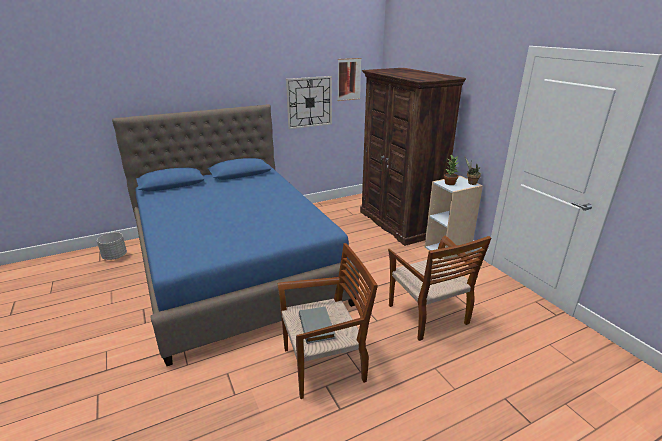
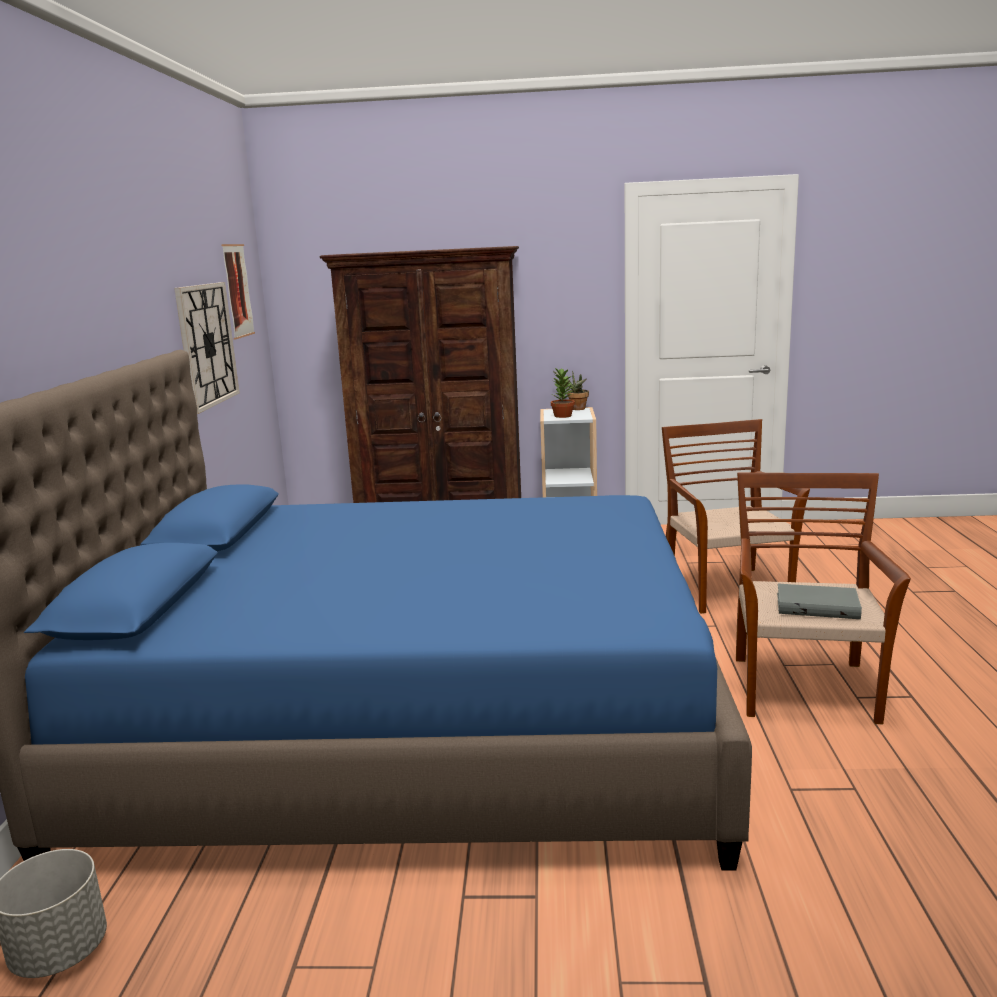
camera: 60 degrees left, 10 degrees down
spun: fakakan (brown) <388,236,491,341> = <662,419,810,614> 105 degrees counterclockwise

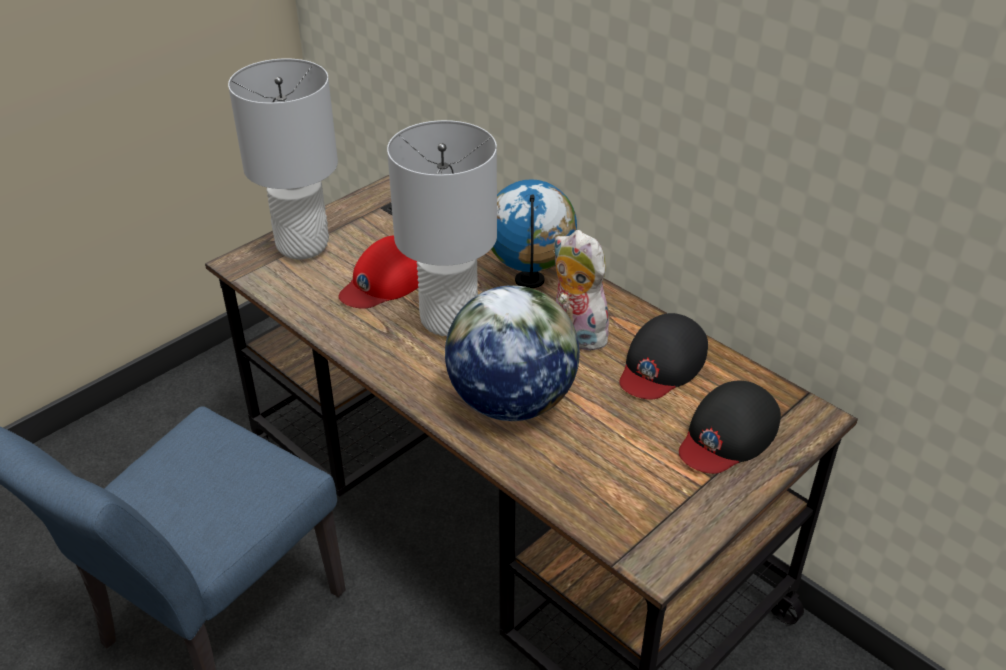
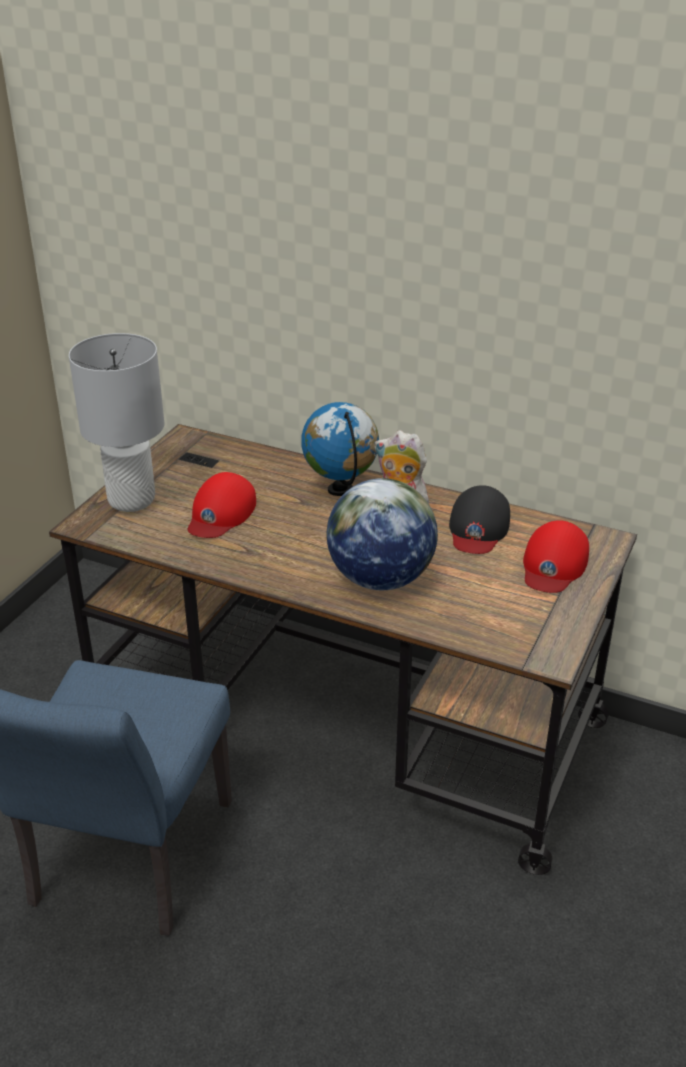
camera: 20 degrees left, 5 degrees down
missing: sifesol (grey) <387,120,497,336>
colour: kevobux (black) <679,380,781,474> to kevobux (red) <523,520,589,593>

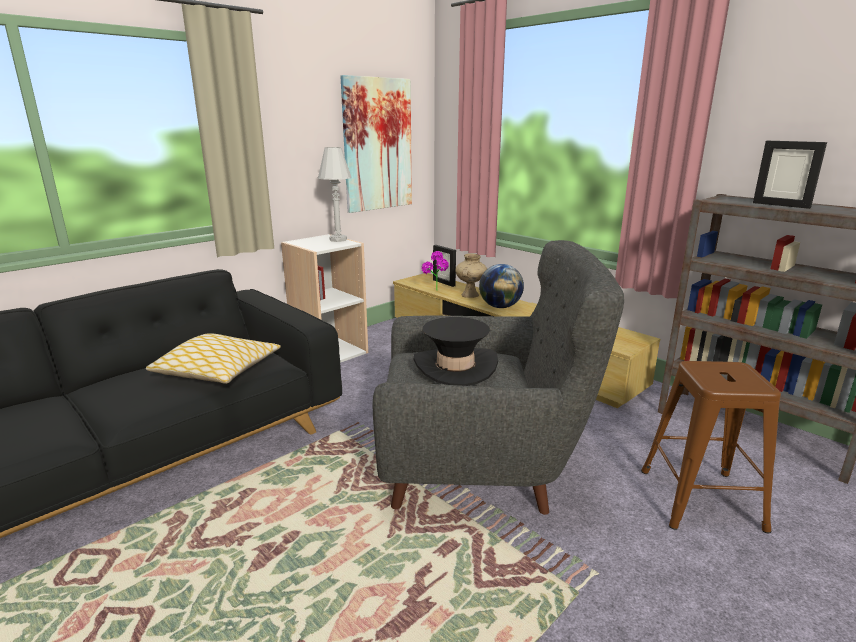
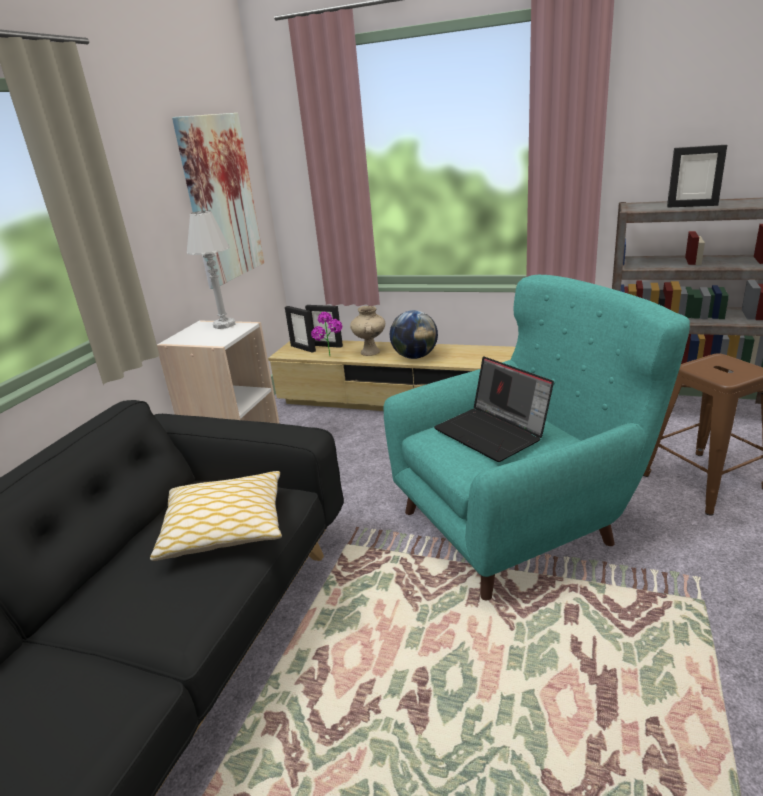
camera: 25 degrees left, 5 degrees up
appeared: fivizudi <285,306,316,353>
exchanged: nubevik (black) <414,317,498,386> to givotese <434,356,554,462>
colour: fakakan (grey) <372,240,624,515> to fakakan (turquoise) <384,275,690,601>

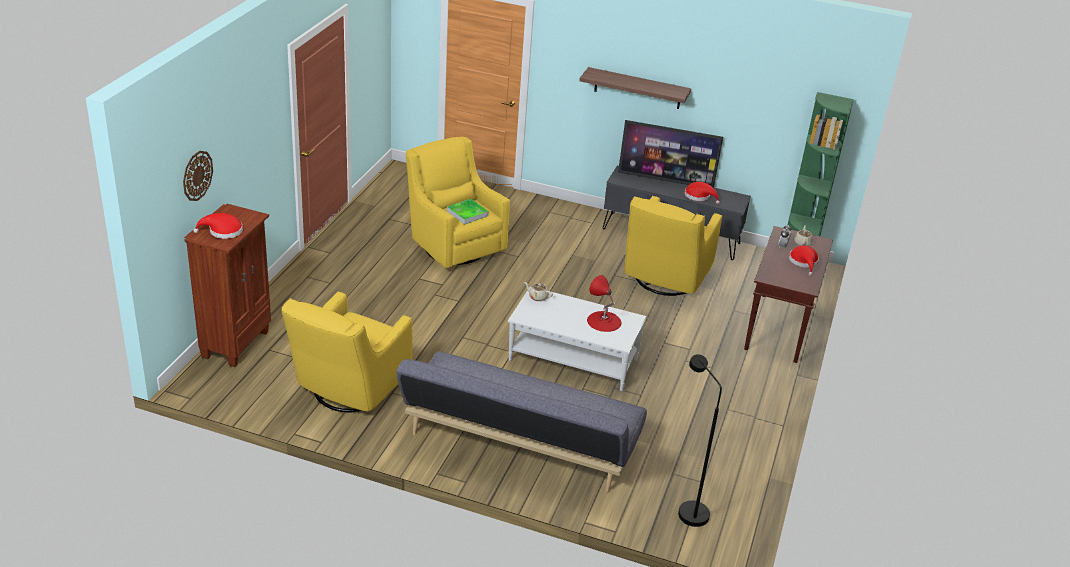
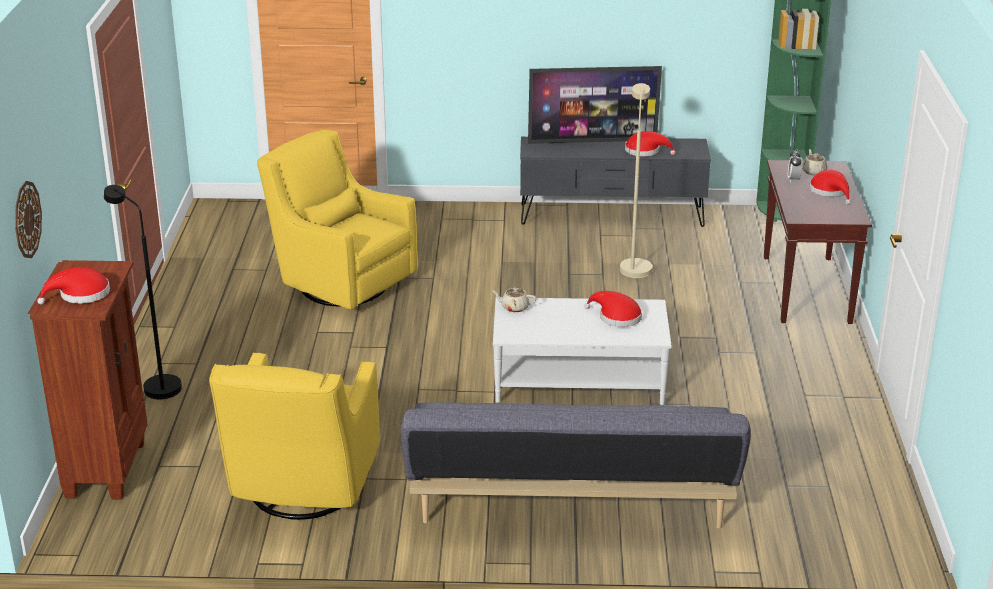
camera: 15 degrees left, 5 degrees down
missing: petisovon <447,199,488,225>; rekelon <579,67,691,109>
relocated: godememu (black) <678,354,722,527> to <104,185,182,400>
exchanged: sifesol (red) <587,275,622,332> to nubevik (red) <584,291,642,327>; fakakan (yellow) <625,196,722,296> to godememu (beige) <620,83,653,278>

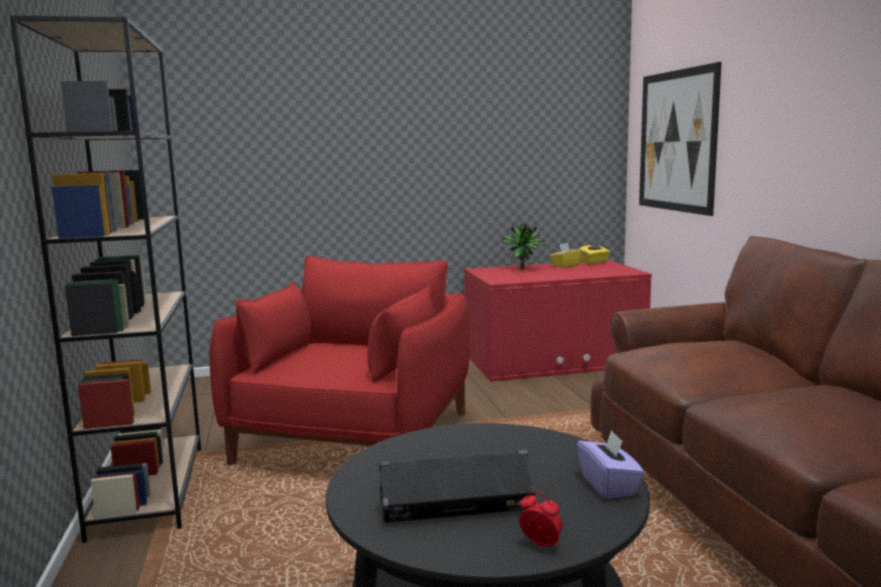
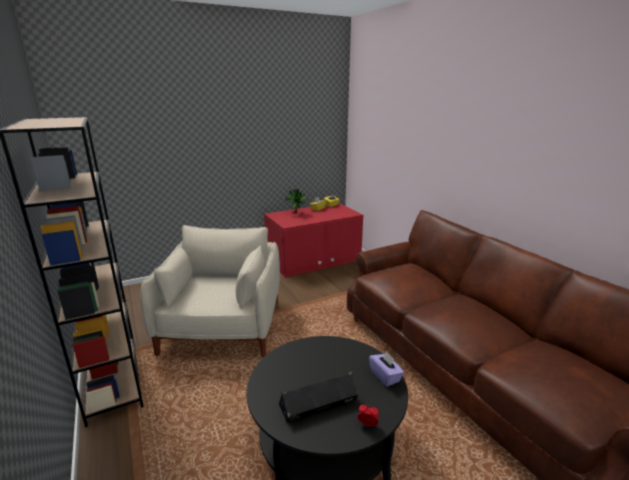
camera: 15 degrees left, 10 degrees up
missing: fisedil <639,62,722,216>
colour: fakakan (red) <209,255,470,466> to fakakan (beige) <140,225,280,358>

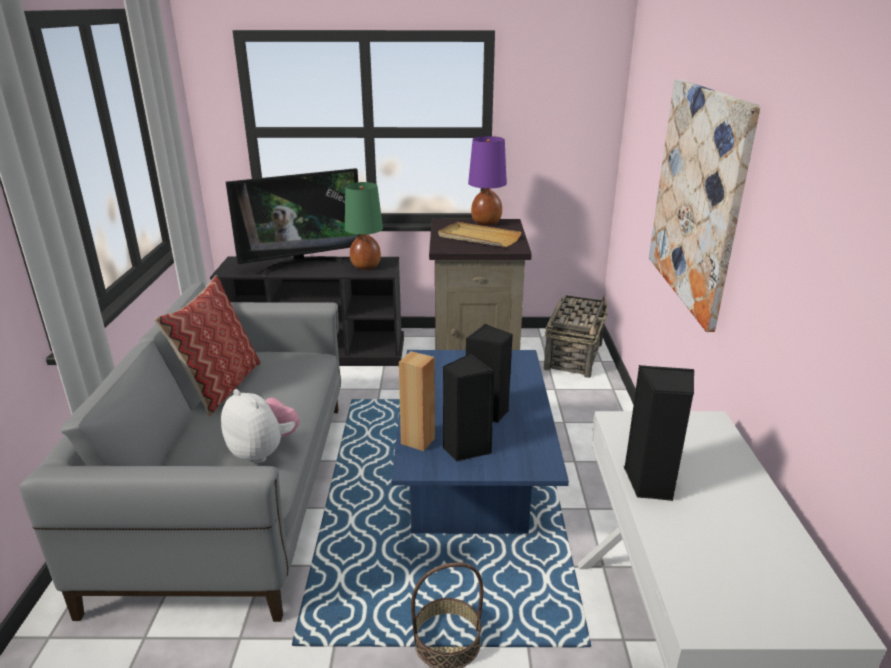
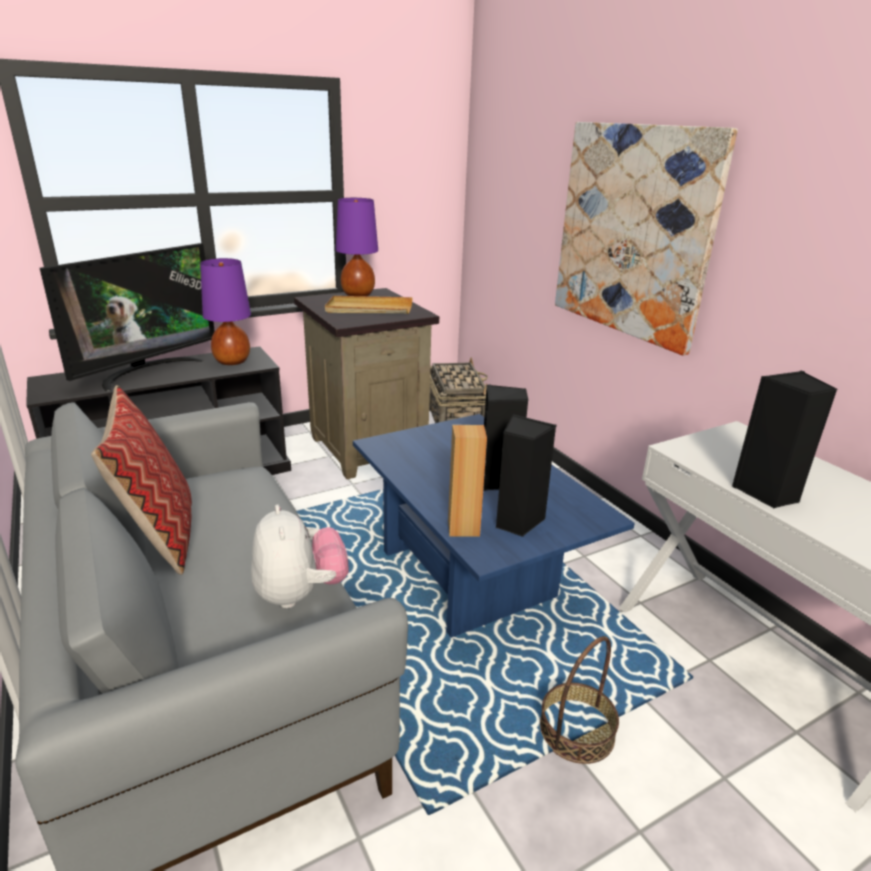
camera: 30 degrees left, 0 degrees up
colour: sifesol (green) <345,182,383,270> to sifesol (purple) <200,258,251,365>
spun: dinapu <221,389,300,463> = <251,504,349,608> 60 degrees clockwise

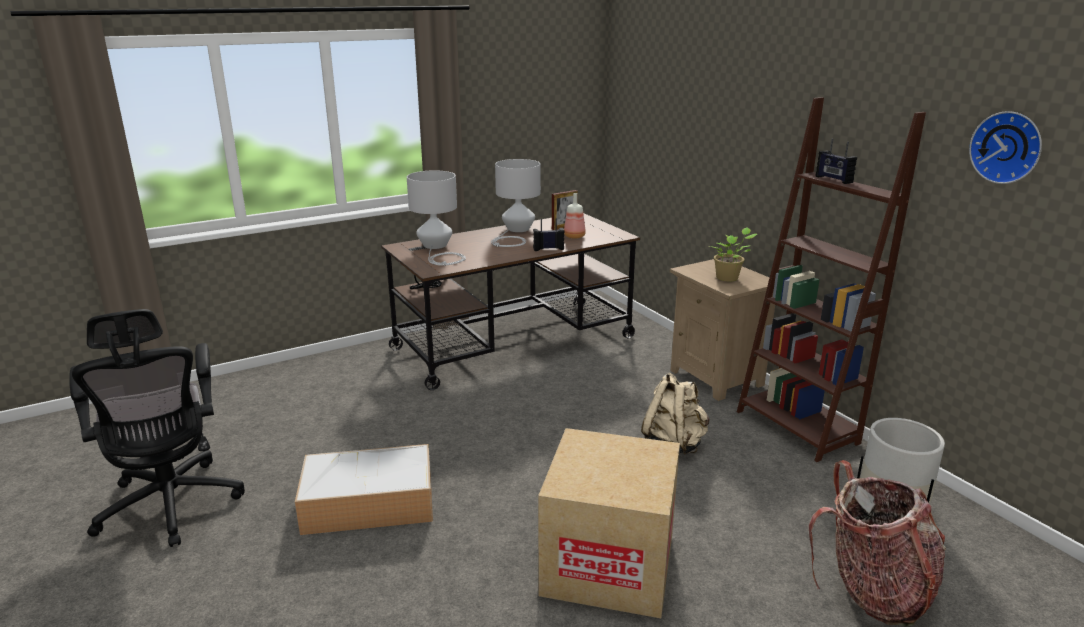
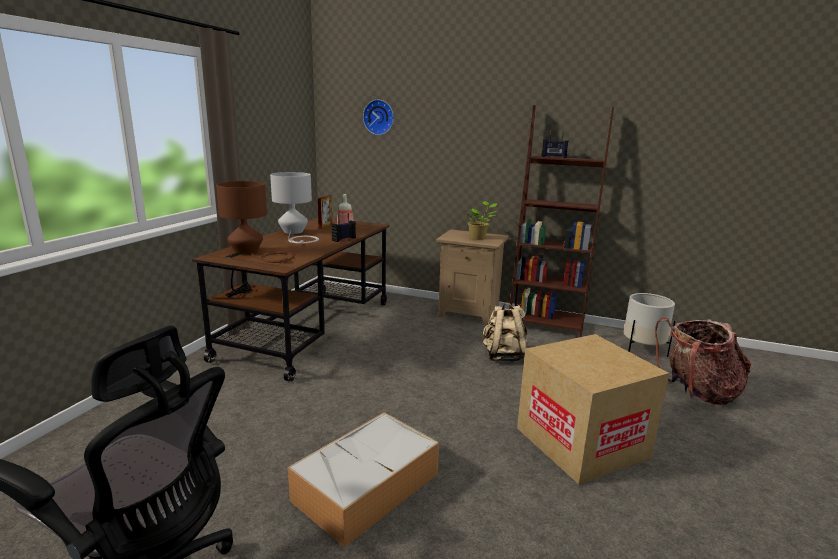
camera: 40 degrees left, 5 degrees down
relocated: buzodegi <969,111,1042,184> to <363,100,394,135>
colour: sifesol (white) <407,170,466,266> to sifesol (brown) <216,181,295,263>

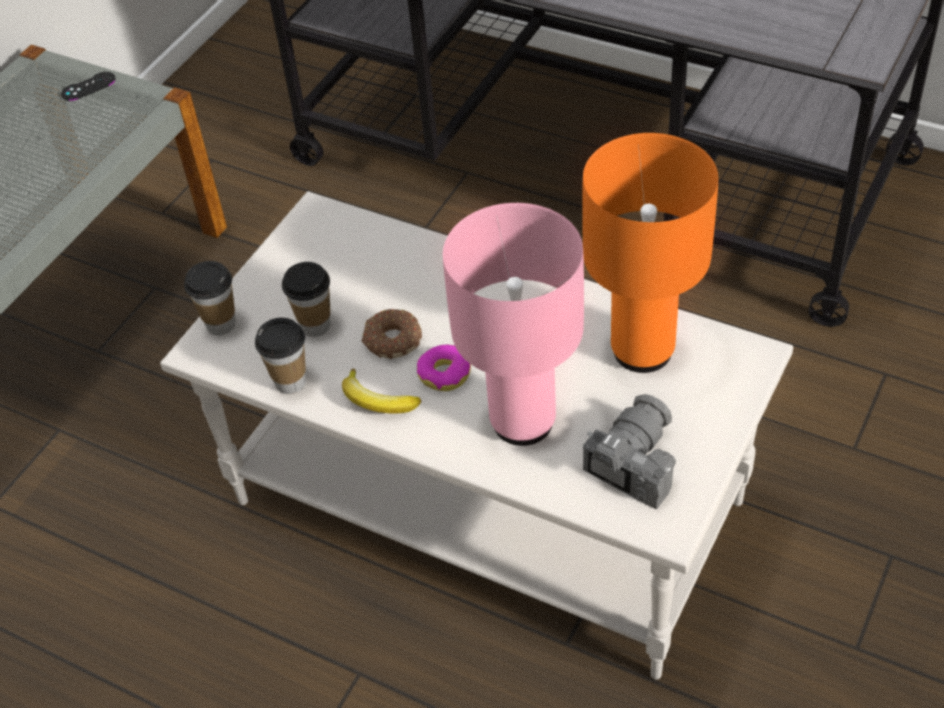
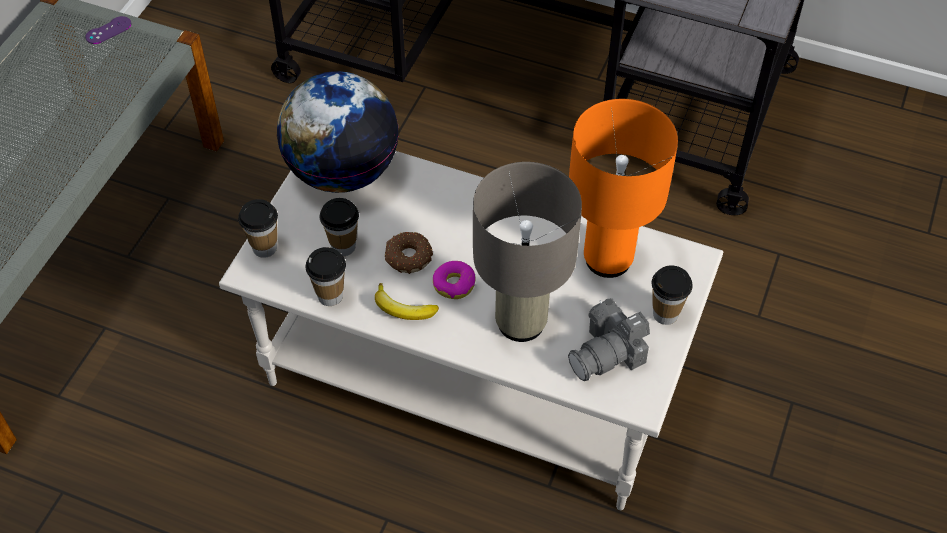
camera: 10 degrees left, 5 degrees up
appeared: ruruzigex <277,71,399,193>; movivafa <651,266,693,325>
colour: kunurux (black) <61,72,115,101> to kunurux (purple) <85,16,131,44>; sifesol (pink) <443,203,584,446> to sifesol (grey) <473,162,582,342>
spun: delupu <583,394,676,510> = <568,298,650,381> 150 degrees counterclockwise

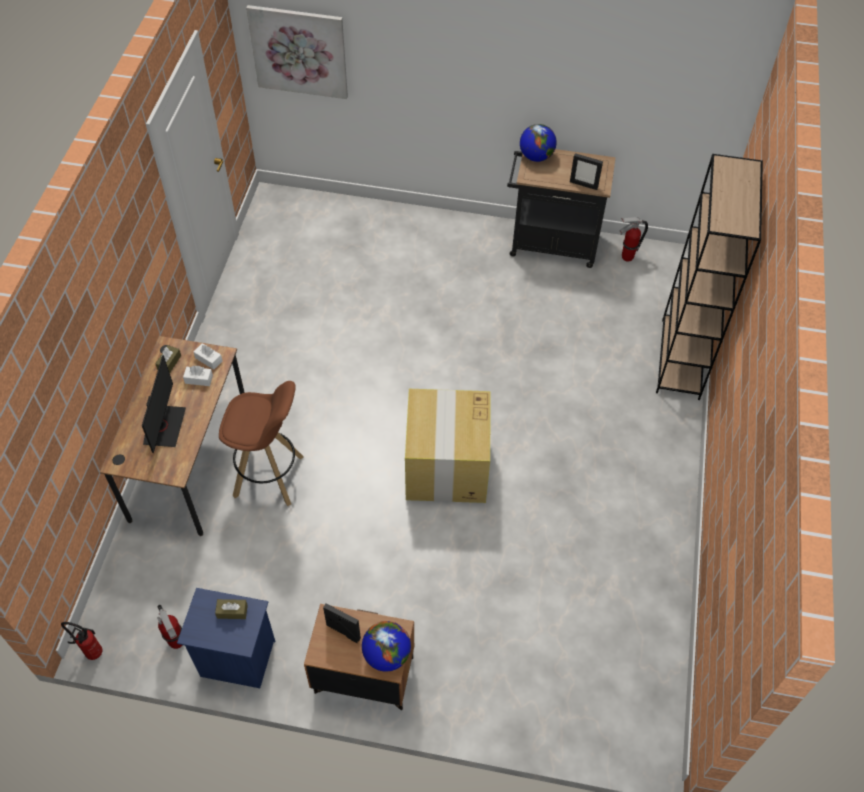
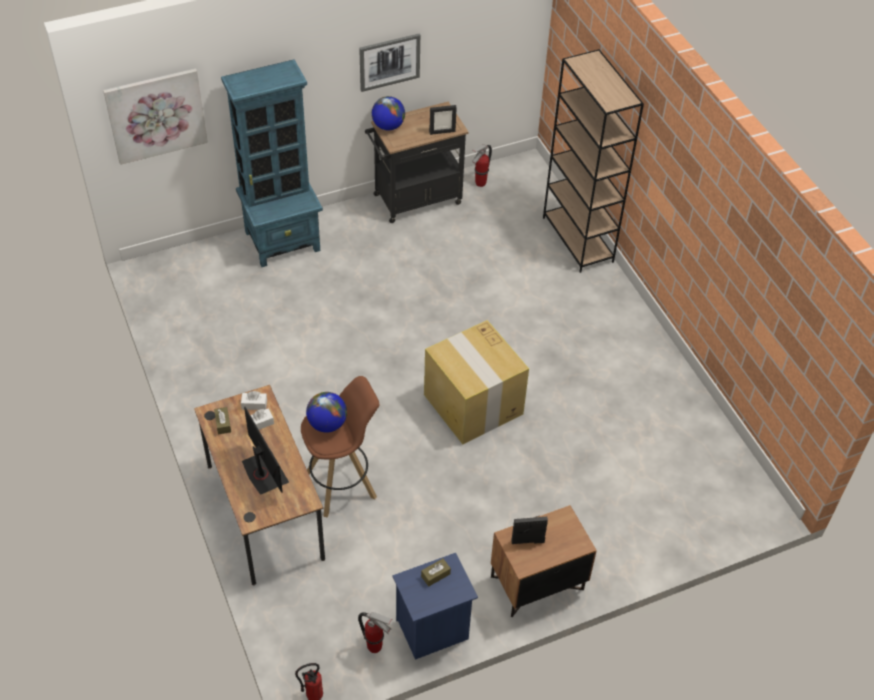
camera: 35 degrees left, 5 degrees down
appeared: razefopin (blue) <221,59,323,267>; fisedil <359,34,420,92>
relocated: ruruzigex <362,621,411,672> to <306,392,347,433>

